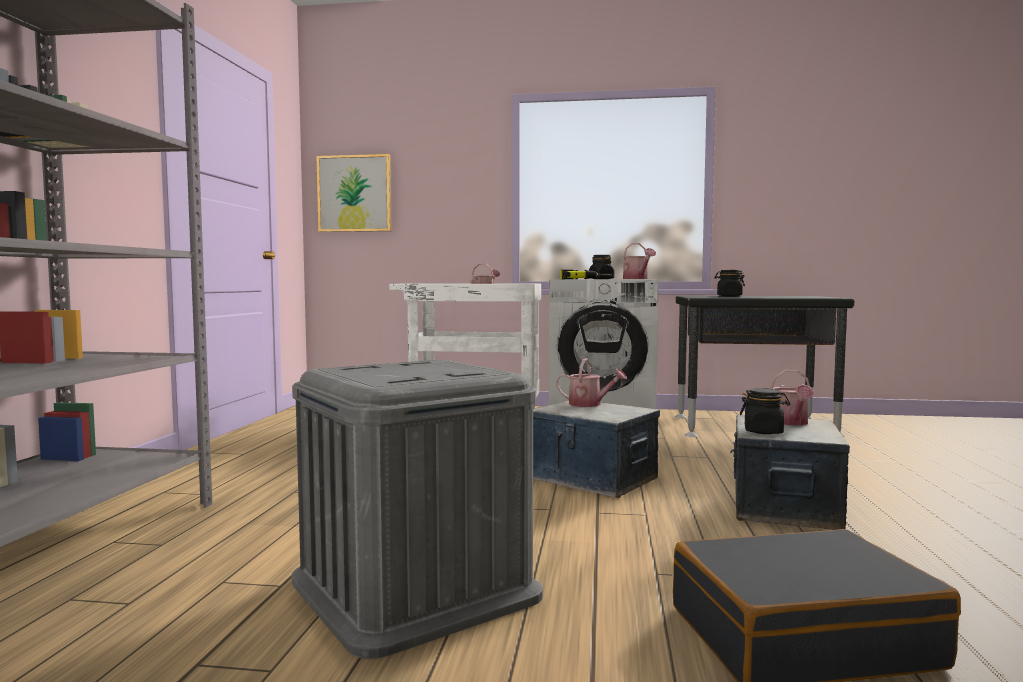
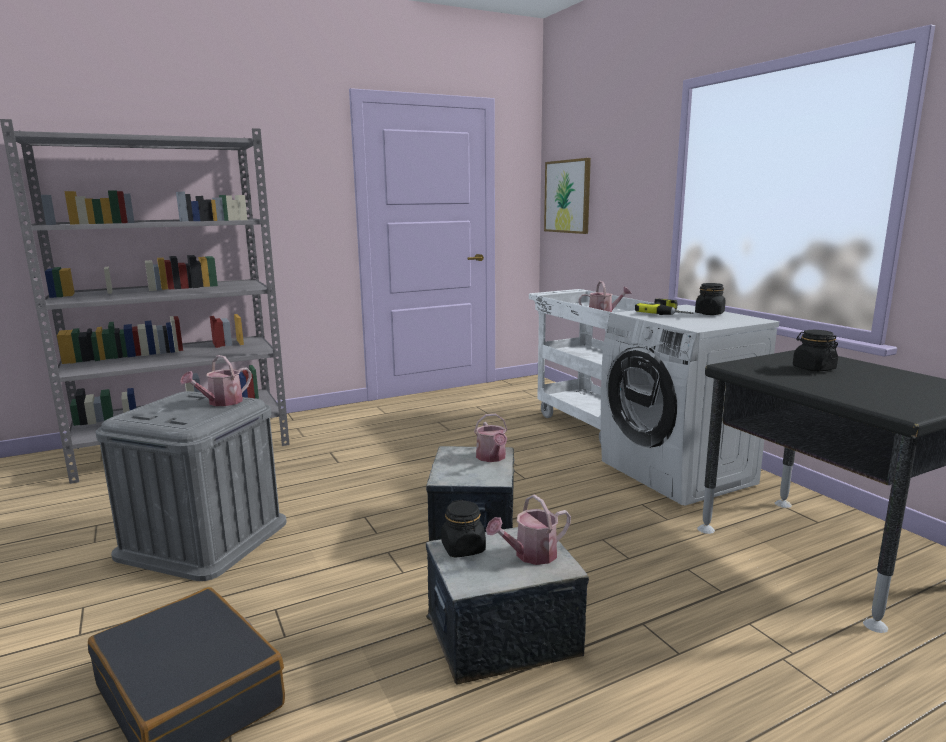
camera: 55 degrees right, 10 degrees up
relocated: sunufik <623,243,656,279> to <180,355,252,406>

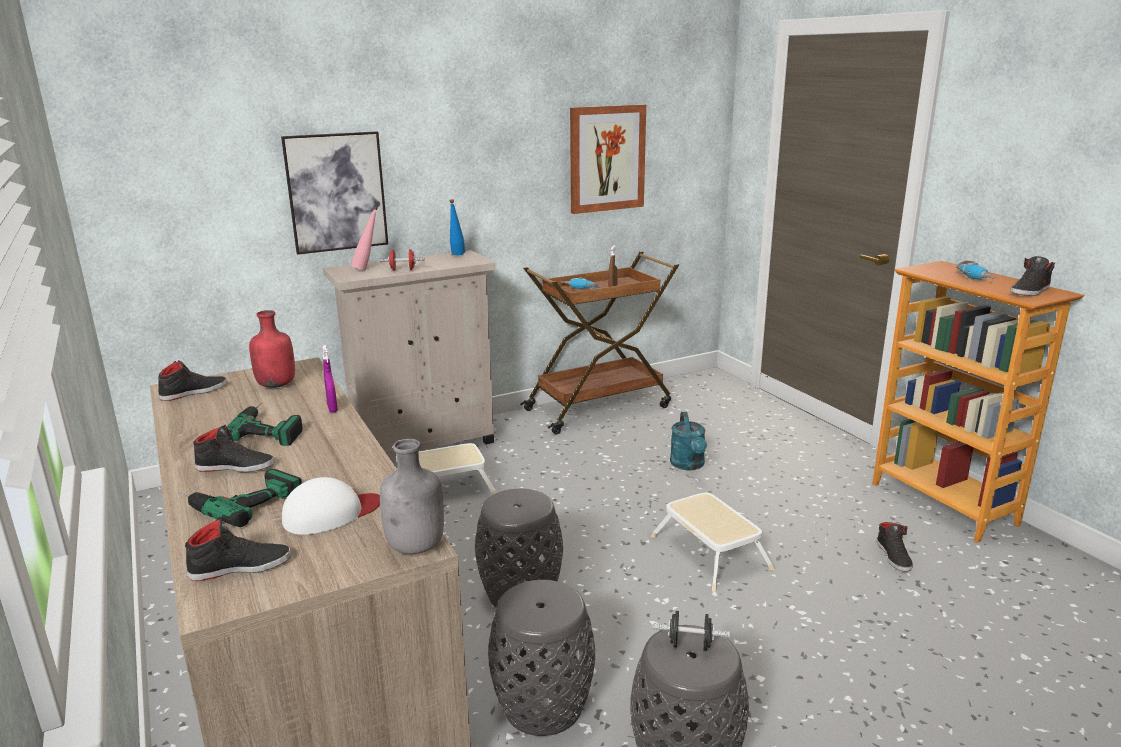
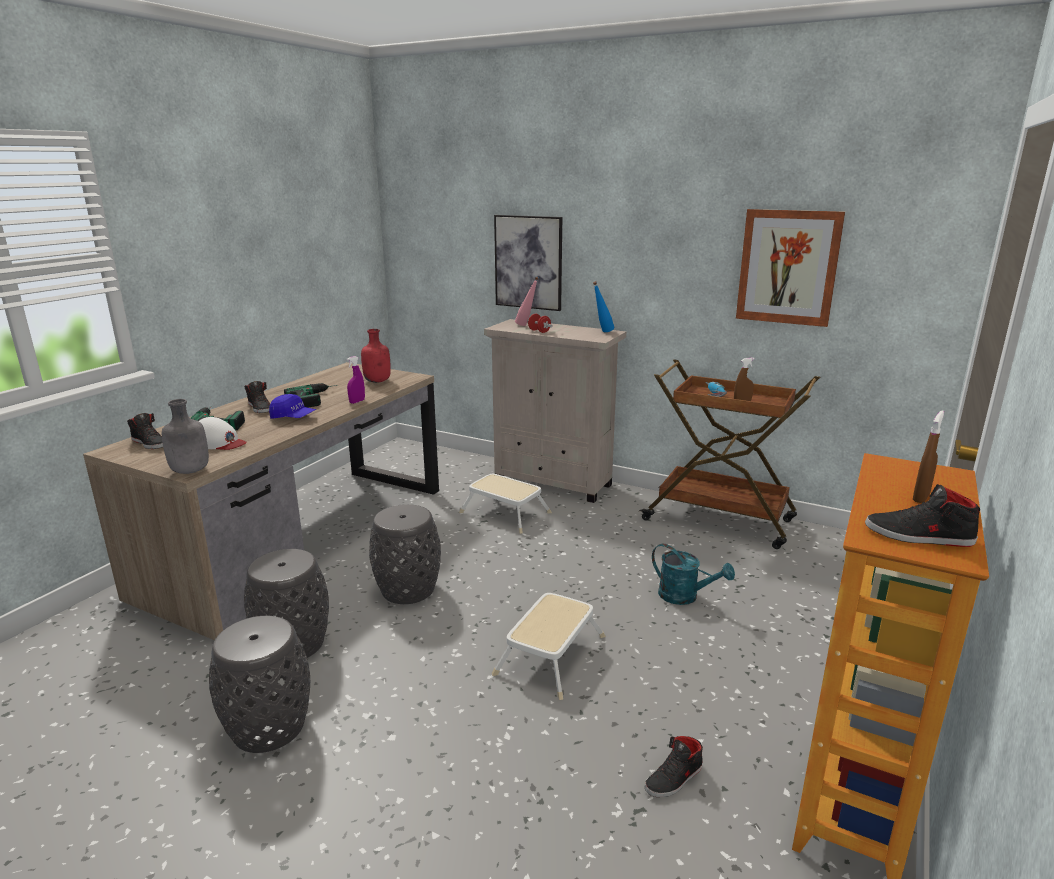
camera: 55 degrees right, 0 degrees up
missing: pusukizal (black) <158,360,228,401>; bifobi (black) <652,611,730,651>
appeared: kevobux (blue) <269,394,316,419>
exchanged: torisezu <956,261,996,280> to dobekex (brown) <913,411,944,503>
spun: sunufik (turquoise) <670,412,707,470> = <652,544,735,605> 105 degrees counterclockwise

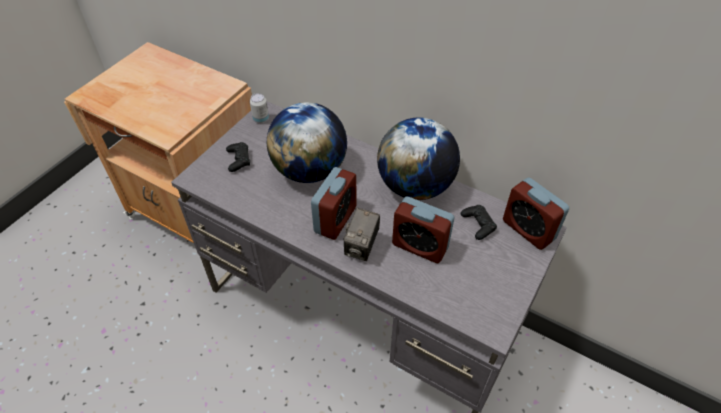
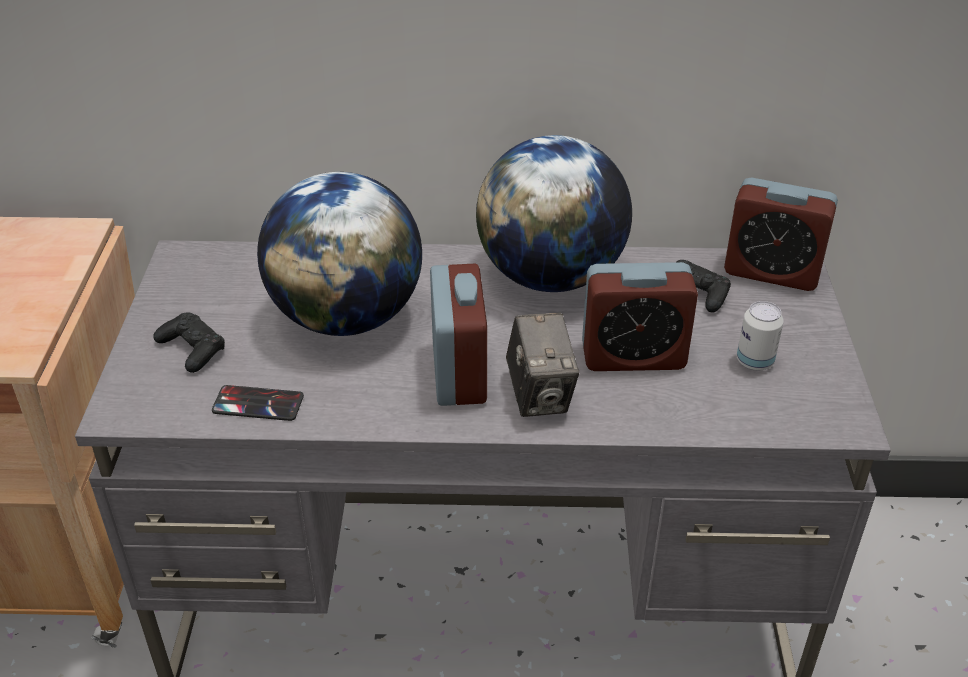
camera: 30 degrees left, 10 degrees down
appeared: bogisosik <212,385,304,421>
relocated: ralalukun <250,93,269,123> to <737,301,784,371>

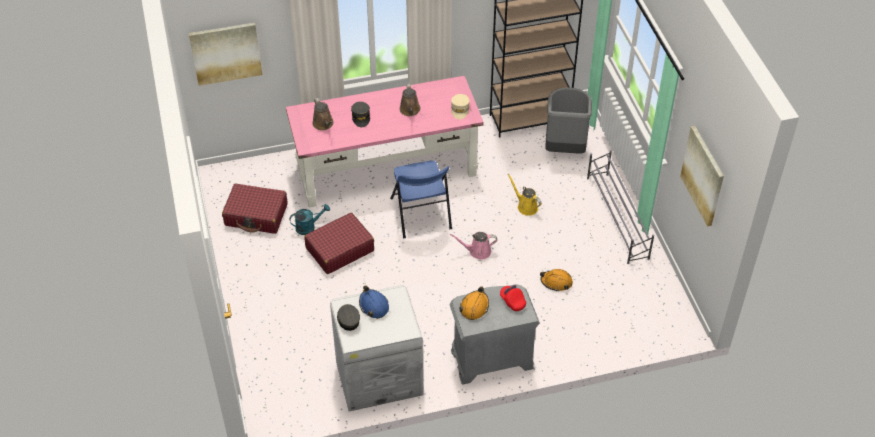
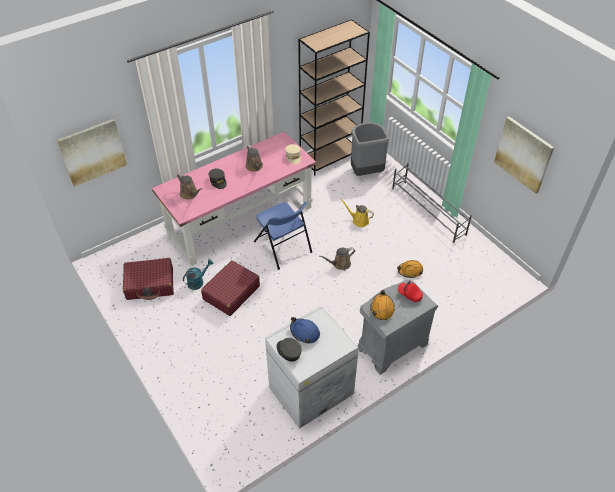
camera: 20 degrees left, 0 degrees up
colour: sunufik (pink) <450,232,497,260> to sunufik (brown) <319,247,355,270>

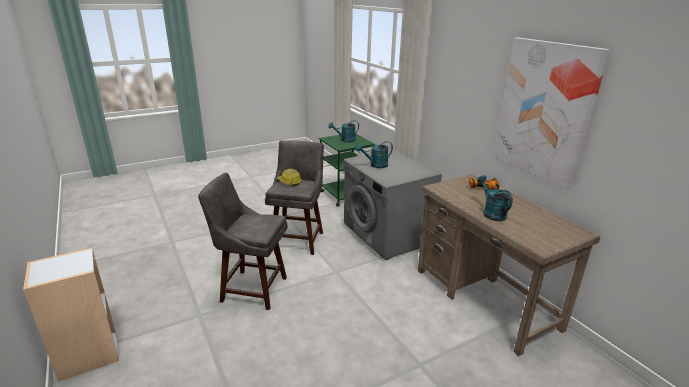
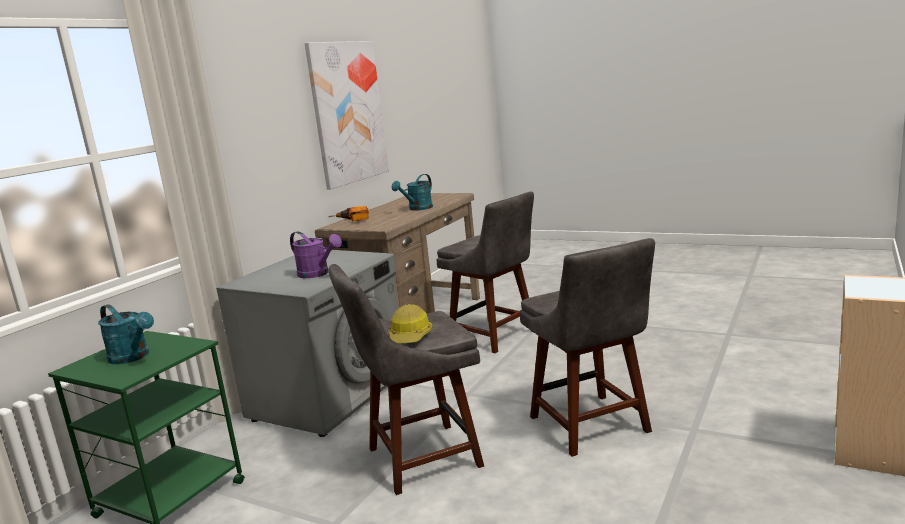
camera: 120 degrees left, 10 degrees down
appeared: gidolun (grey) <437,191,534,353>
colour: sunufik (turquoise) <356,141,393,168> to sunufik (purple) <290,231,342,278>

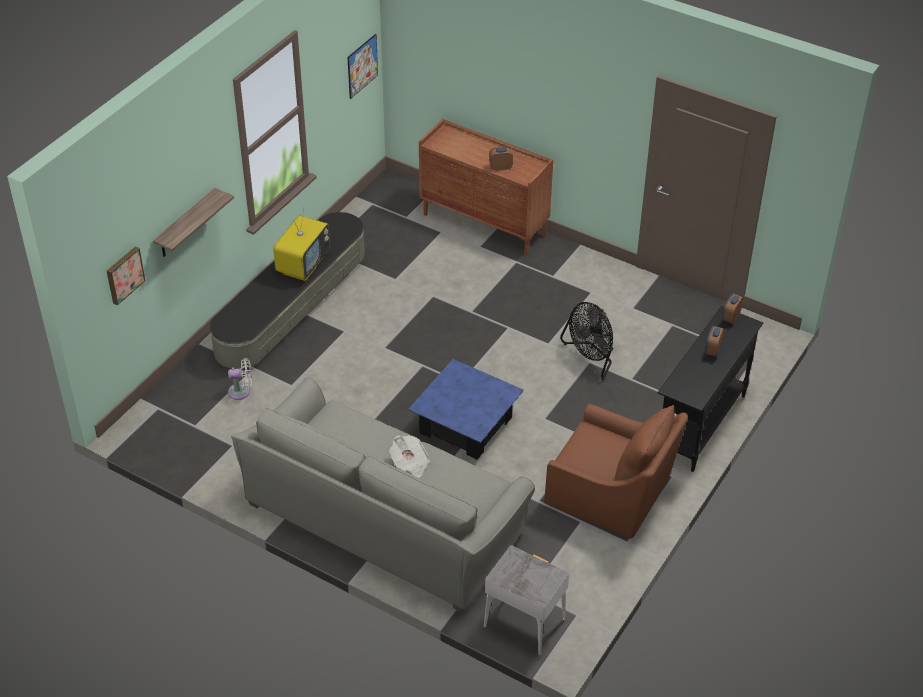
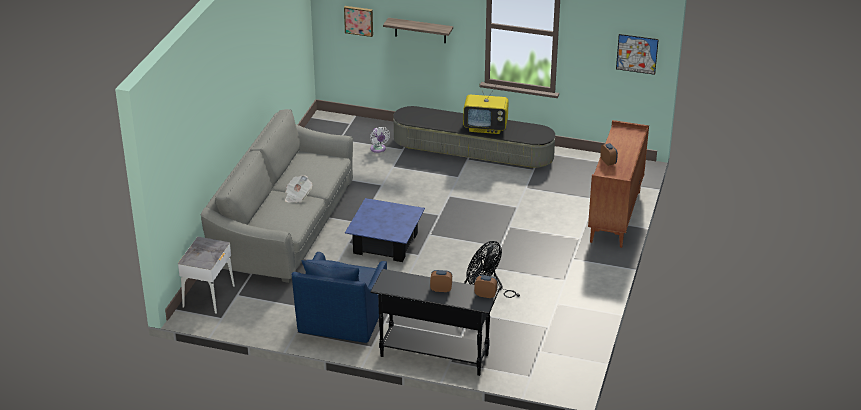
camera: 75 degrees right, 10 degrees down
colour: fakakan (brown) <544,404,688,539> to fakakan (blue) <291,252,387,343>

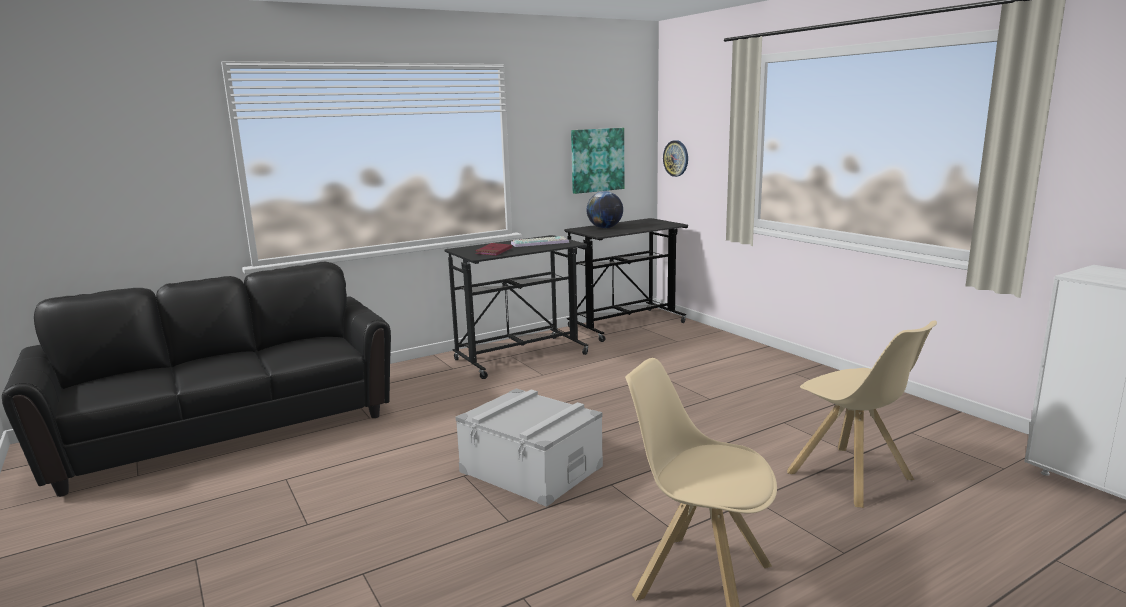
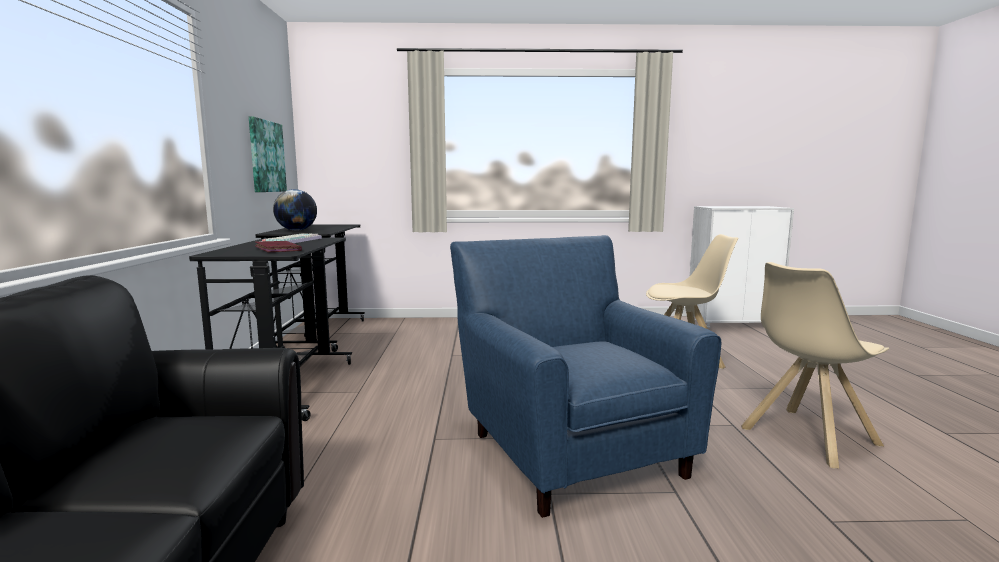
camera: 60 degrees left, 5 degrees down
missing: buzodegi <663,140,688,177>
exchanged: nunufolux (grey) <456,389,603,507> to fakakan (blue) <450,235,721,518>

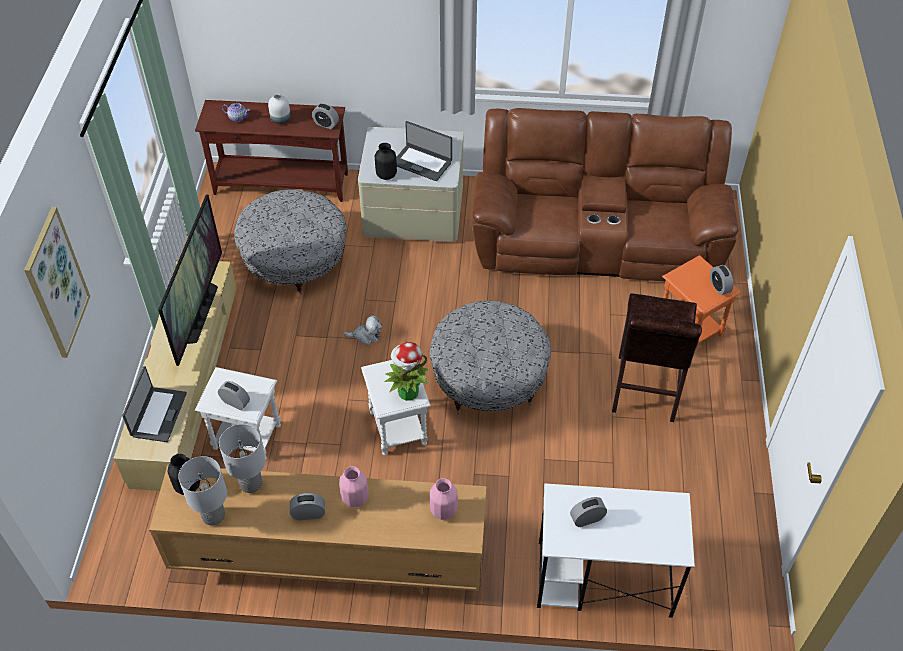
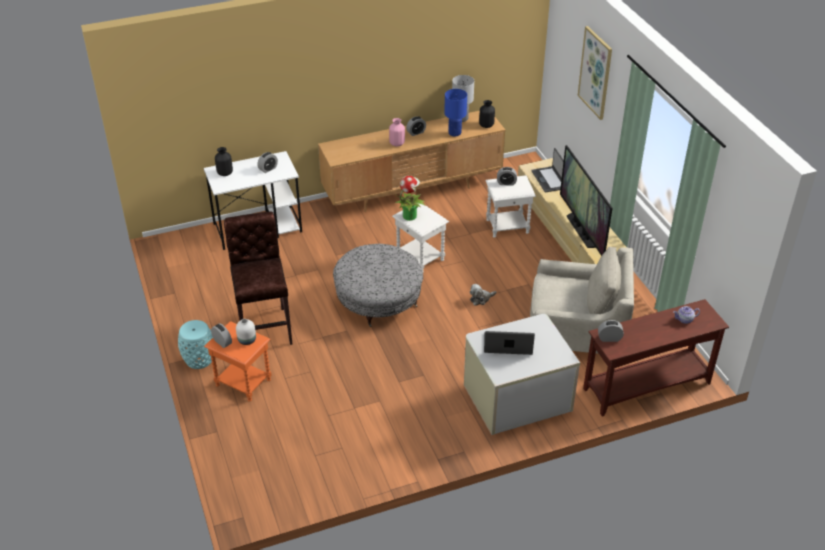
camera: 155 degrees right, 10 degrees down
missing: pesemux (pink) <430,478,458,520>; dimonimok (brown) <472,108,738,281>
appeared: gidolun (turquoise) <178,320,213,369>
relocated: pesemux (black) <375,143,397,180> to <215,147,233,176>; pesemux (white) <268,94,290,124> to <236,319,256,345>
exchanged: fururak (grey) <234,189,347,294> to fakakan (beige) <530,247,634,354>
colour: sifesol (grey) <219,424,265,493> to sifesol (blue) <444,89,467,137>

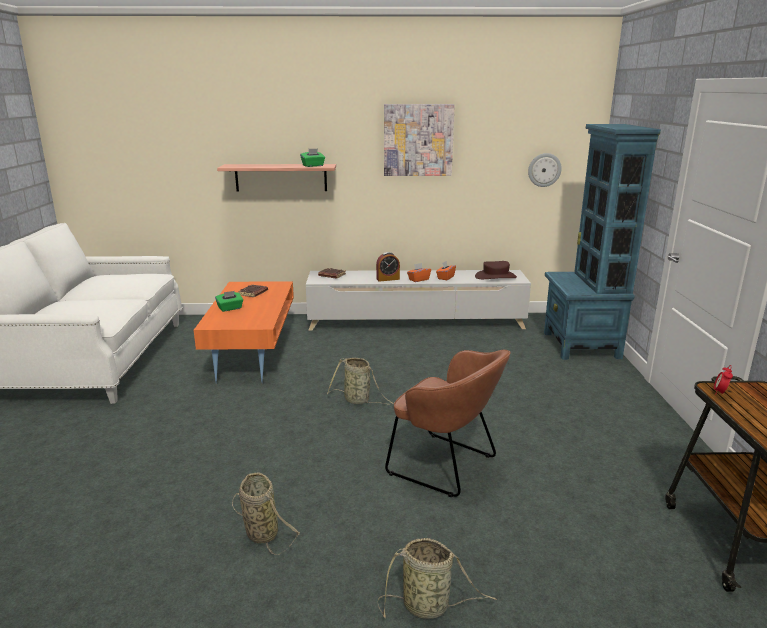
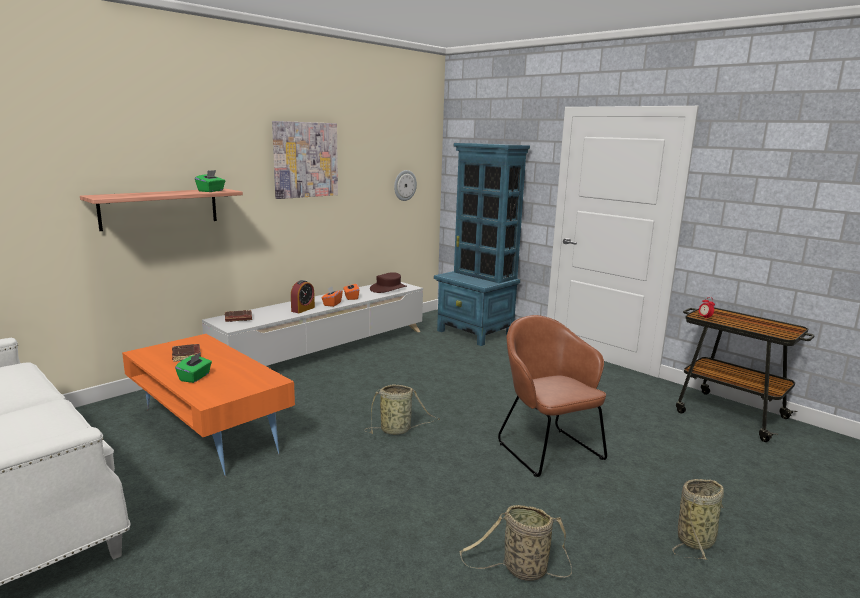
camera: 45 degrees left, 5 degrees down
spun: fakakan (brown) <385,350,511,497> = <498,315,607,477> 105 degrees counterclockwise

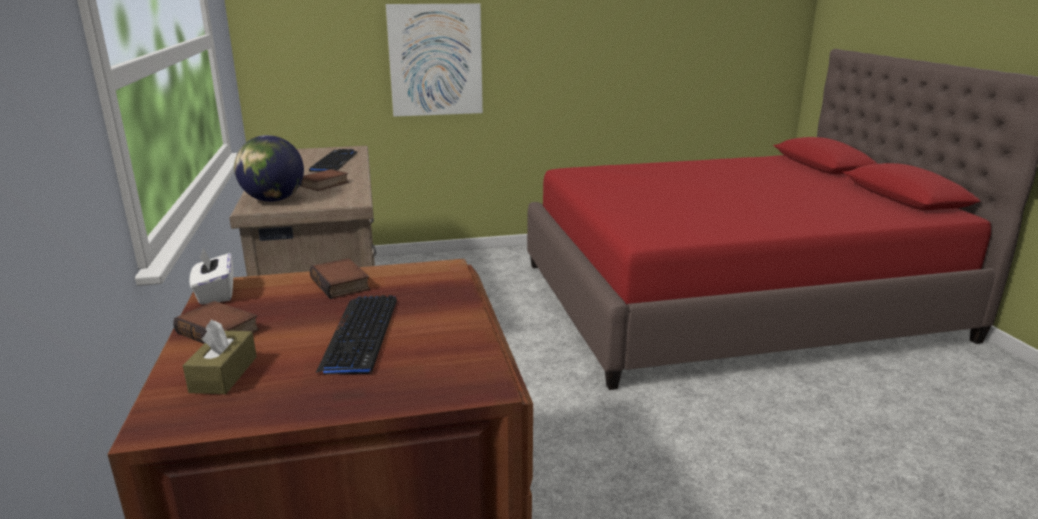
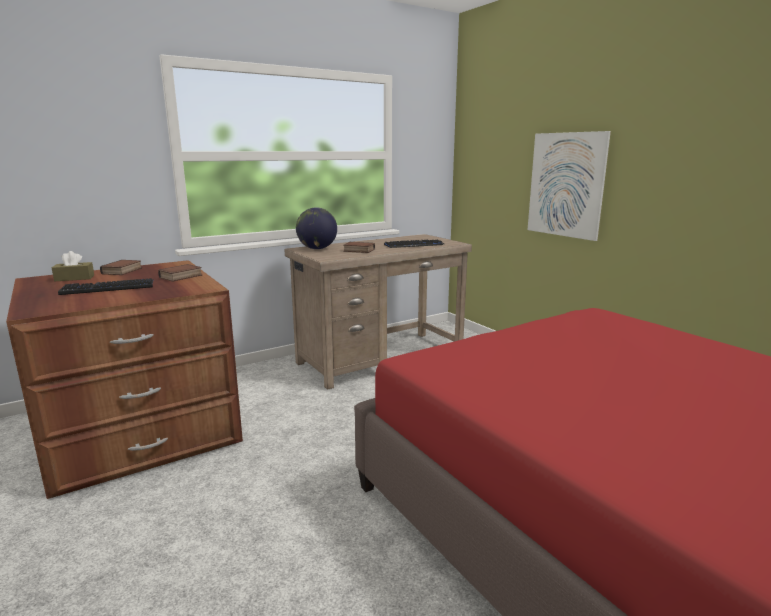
camera: 70 degrees right, 5 degrees down
missing: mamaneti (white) <189,248,233,305>

